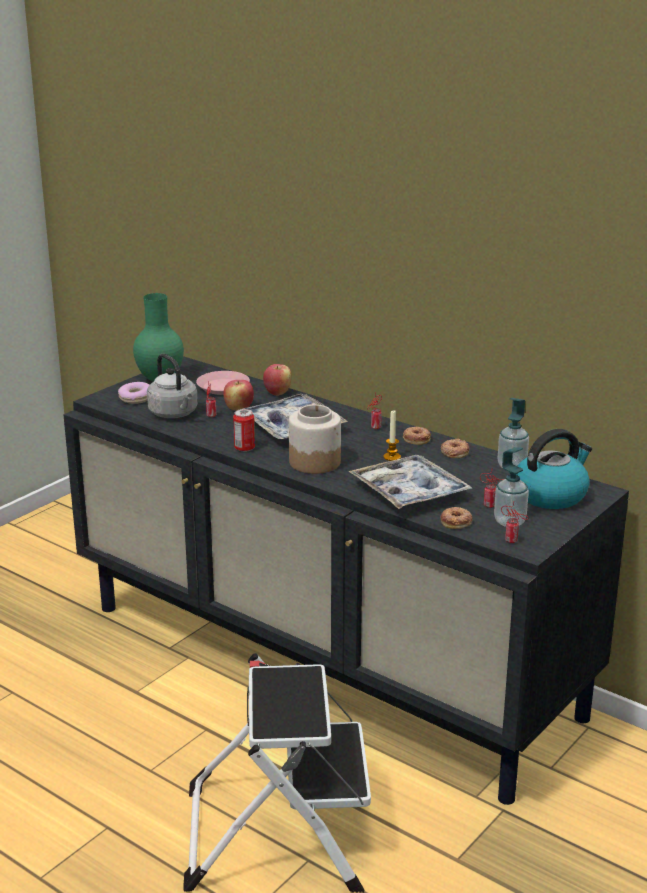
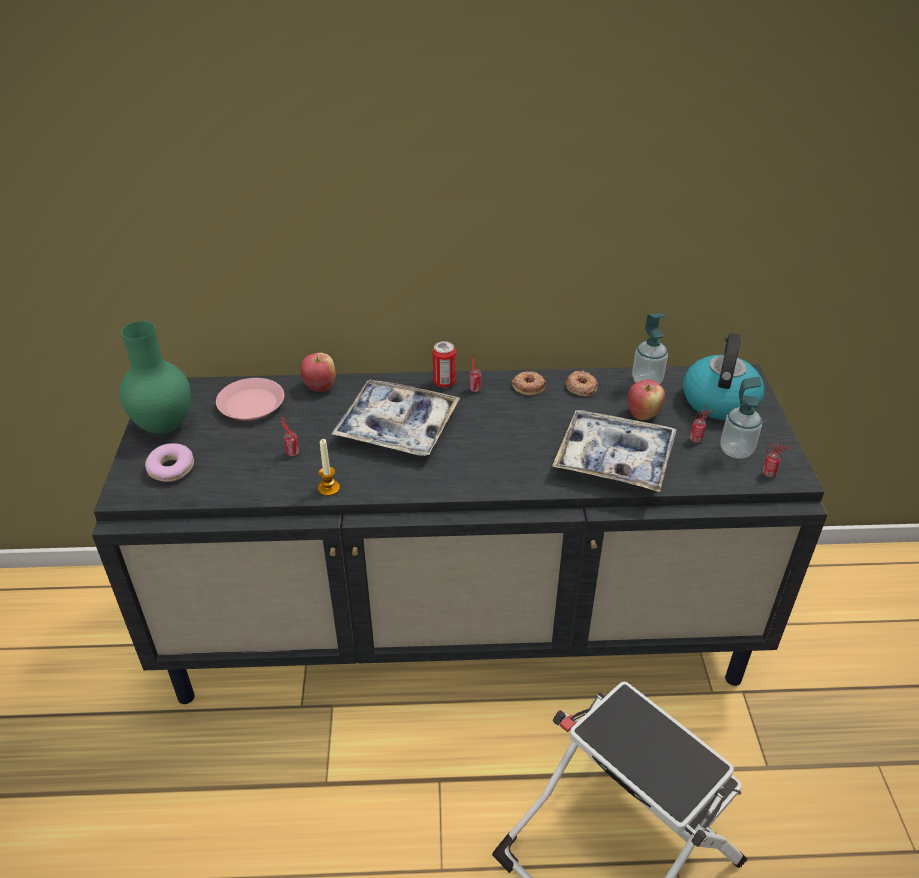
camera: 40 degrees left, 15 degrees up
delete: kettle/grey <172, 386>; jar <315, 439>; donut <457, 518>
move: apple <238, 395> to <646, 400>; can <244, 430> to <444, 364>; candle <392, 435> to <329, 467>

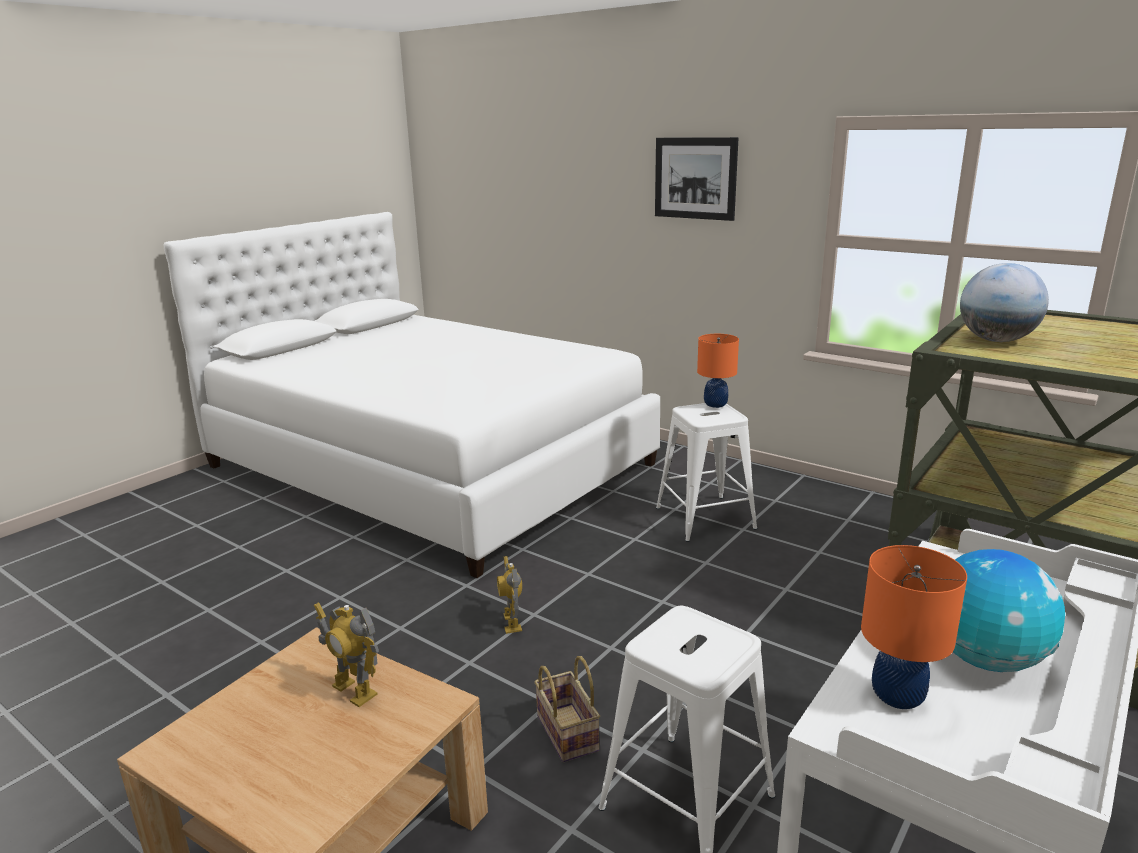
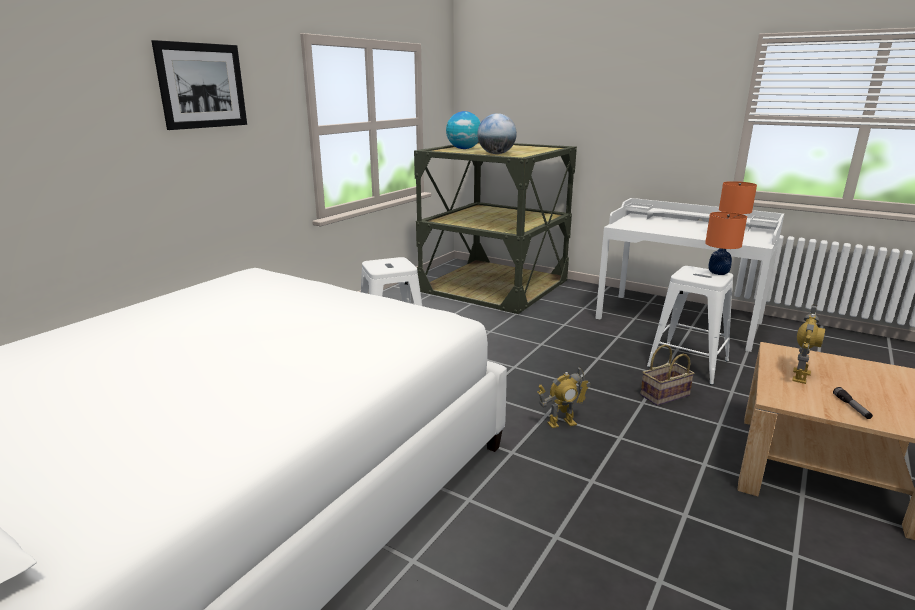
camera: 95 degrees left, 0 degrees up
insert: flashlight <853, 403>
move: table lamp/orange <718, 371> to <726, 243>; globe <1009, 610> to <463, 130>

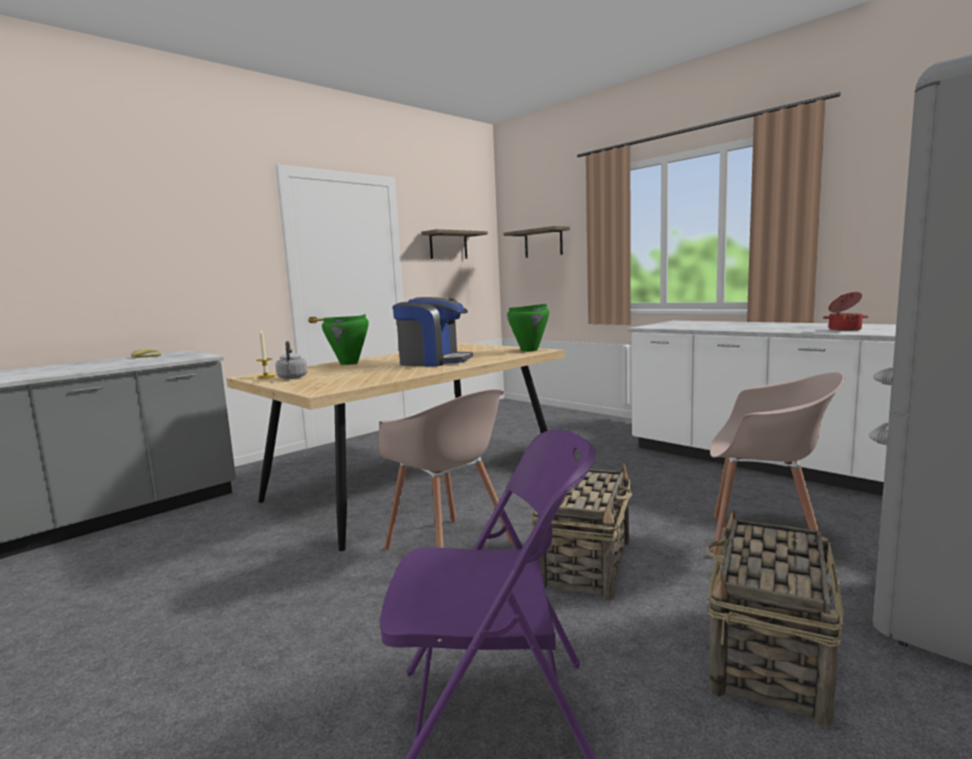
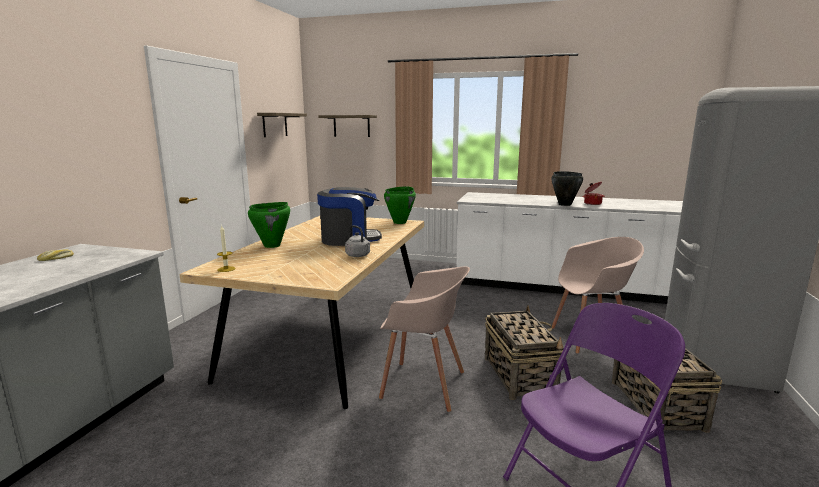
camera: 30 degrees left, 5 degrees up
insert: cooking pot/black <567, 188>
move: kettle/grey <291, 360> to <357, 241>

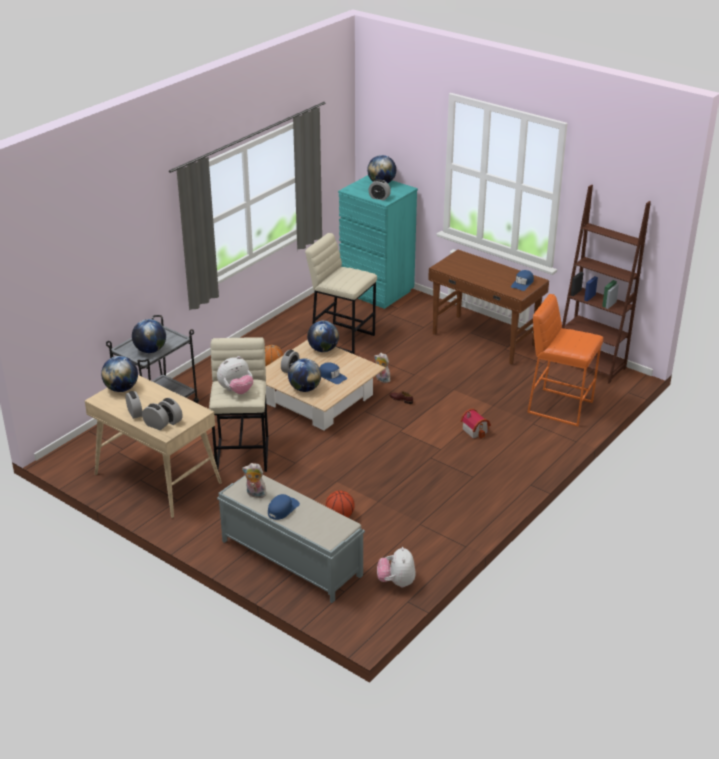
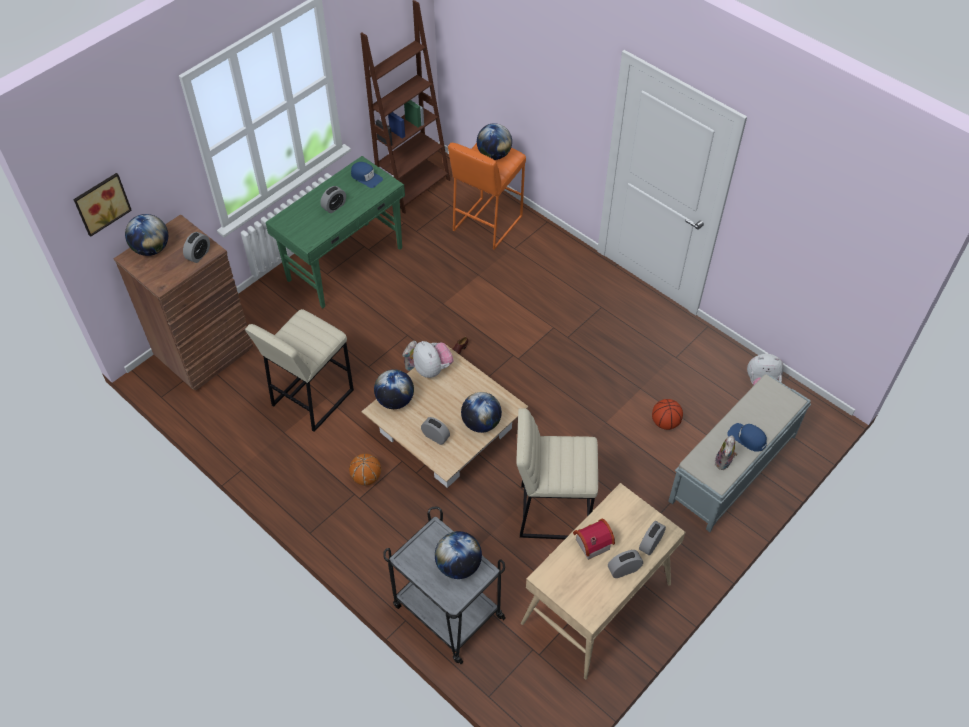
camera: 85 degrees left, 20 degrees up
delete: cap/blue <333, 373>
insert: picture <102, 205>
move: globe <119, 374> to <494, 141>; alarm clock <170, 411> to <333, 199>; plush toy <235, 375> to <433, 359>; toy house <476, 424> to <594, 539>
recolor: dresser/turquoise <378, 242> to dresser/brown <183, 302>; console table/brown <488, 307> to console table/green <335, 232>

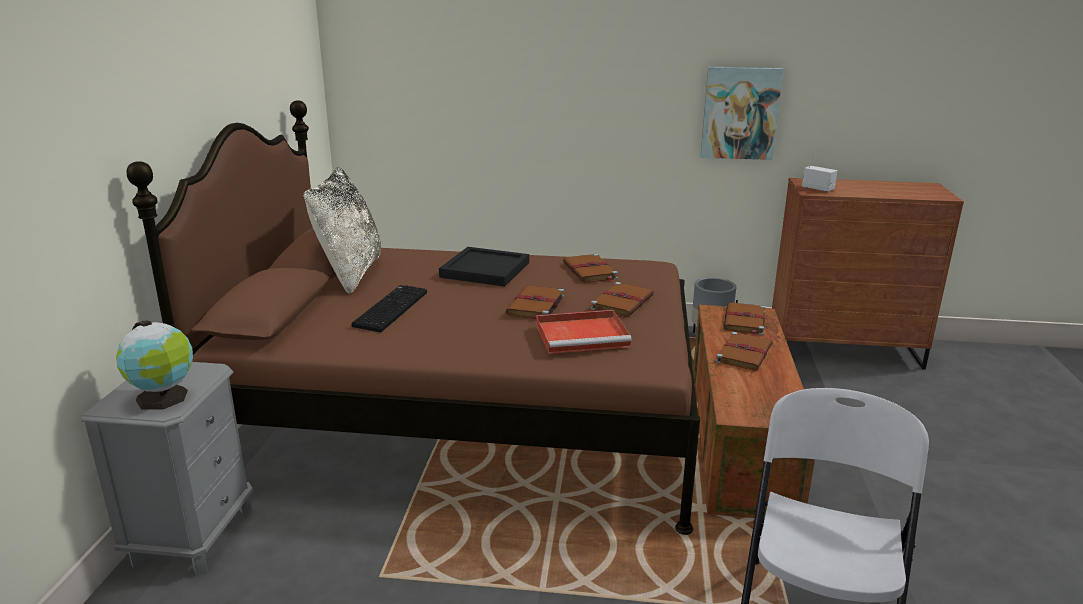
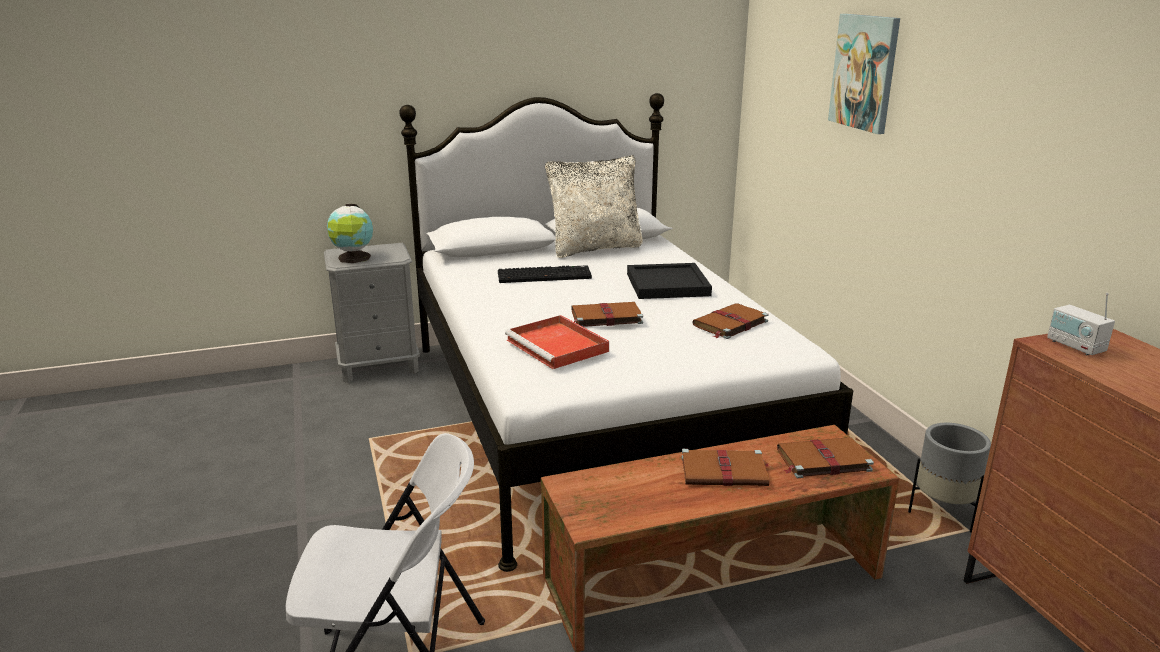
camera: 65 degrees right, 0 degrees up
delete: book/brown <622, 299>
move: picture <742, 113> to <864, 74>
recolor: bed/brown <413, 317> to bed/white <626, 332>
rotate: radio <819, 172> = <1081, 324> 135 degrees clockwise

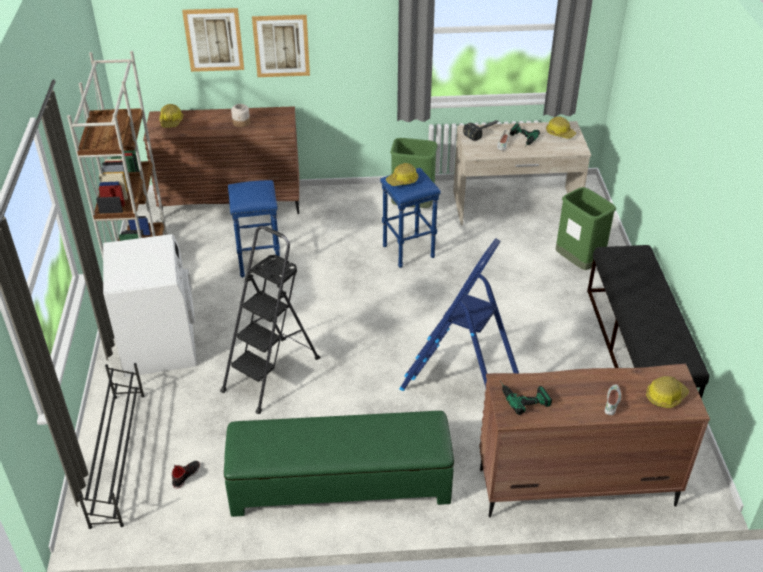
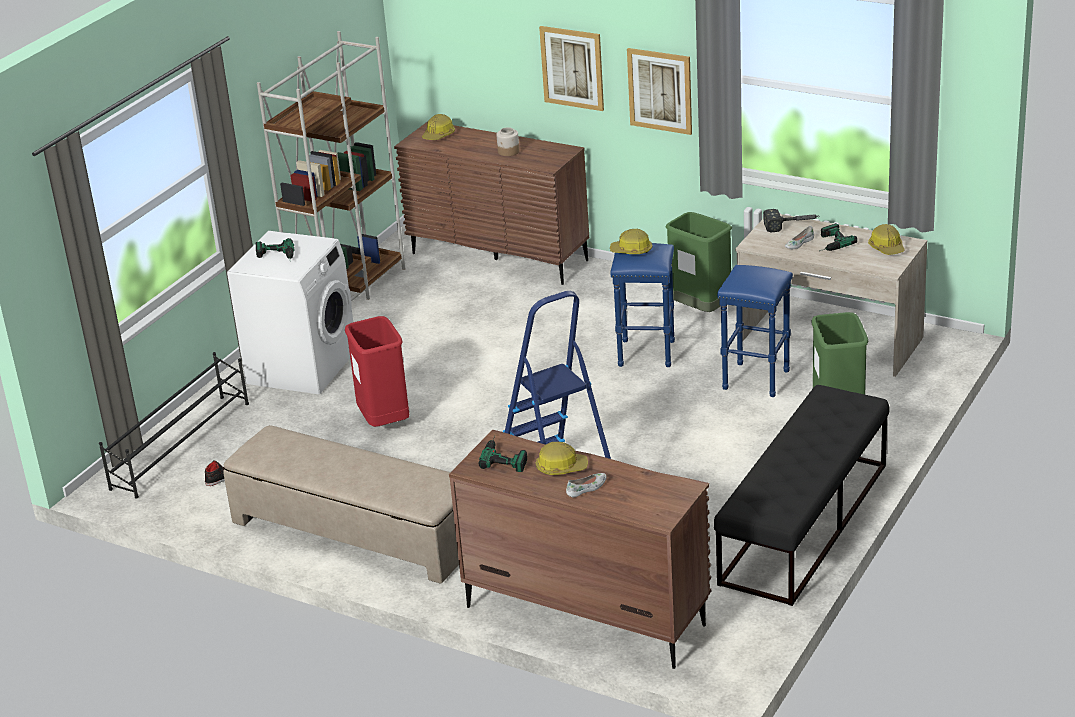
camera: 35 degrees right, 10 degrees down
insert: power drill <274, 248>
move: picture <213, 40> to <659, 91>; stool/blue <254, 228> to <755, 331>; hard hat <667, 392> to <562, 458>
replace: step ladder <270, 320> to trash can/red <377, 371>
recolor: bench/green <339, 464> to bench/beige <341, 504>

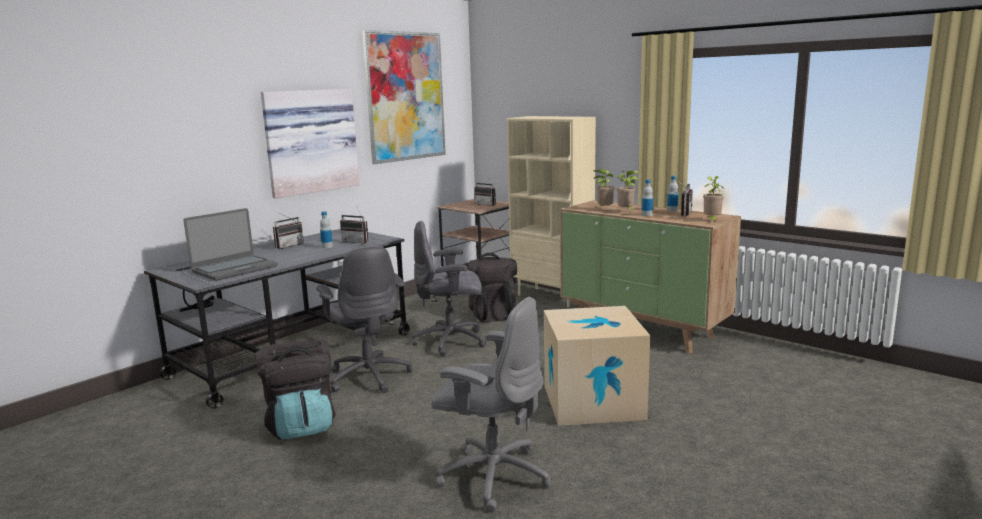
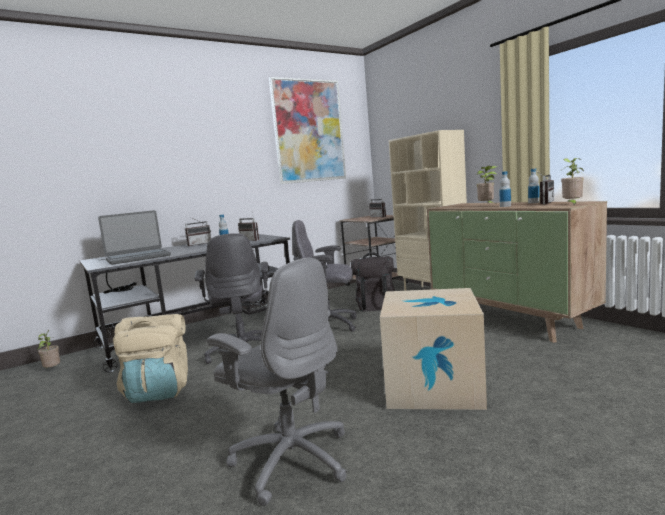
camera: 15 degrees right, 5 degrees down
delete: picture <310, 143>
move: potted plant <603, 188> to <48, 349>
recolor: backpack/black <295, 390> to backpack/beige <150, 358>

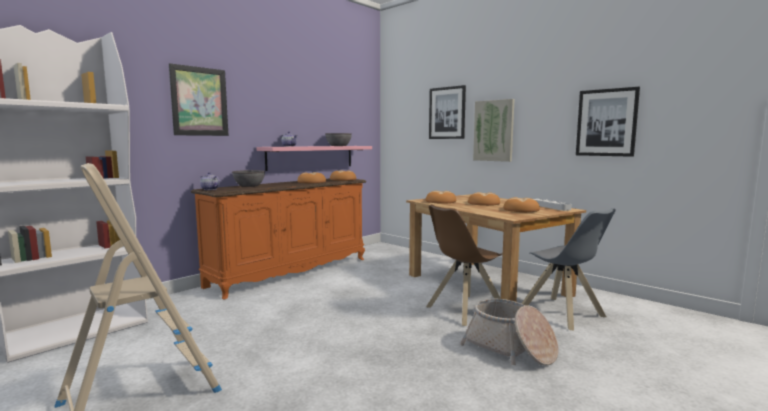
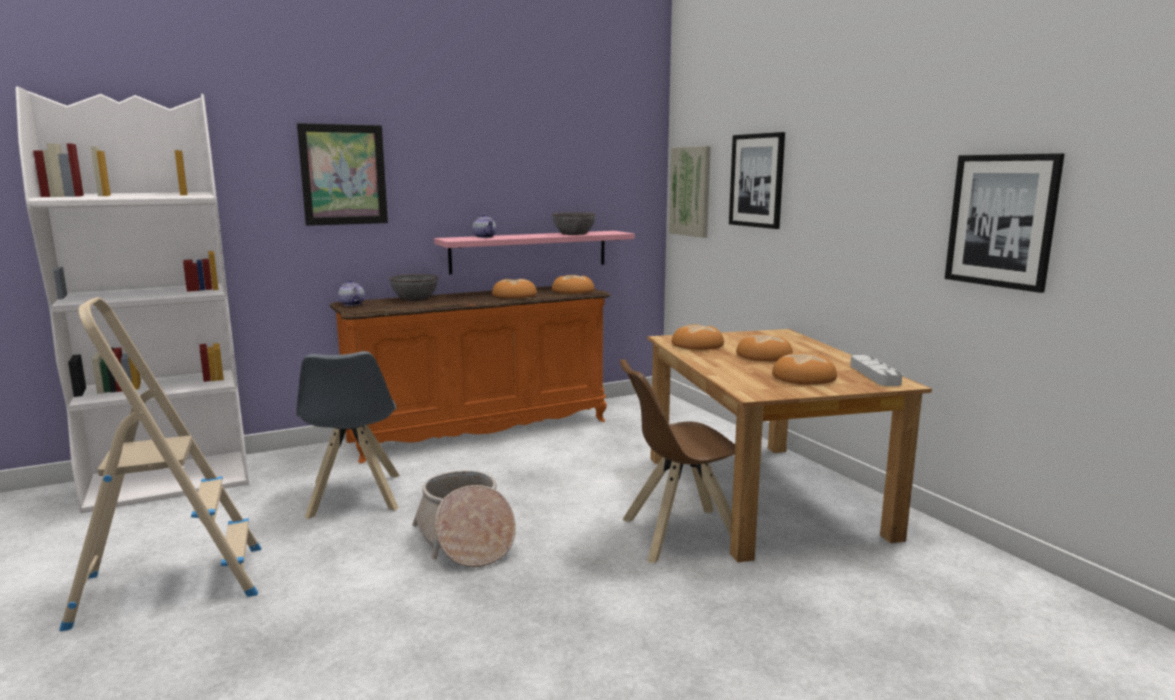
camera: 20 degrees right, 5 degrees up
move: basket <509, 332> to <464, 518>; picture <493, 130> to <690, 192>; chair/grey <568, 269> to <348, 435>

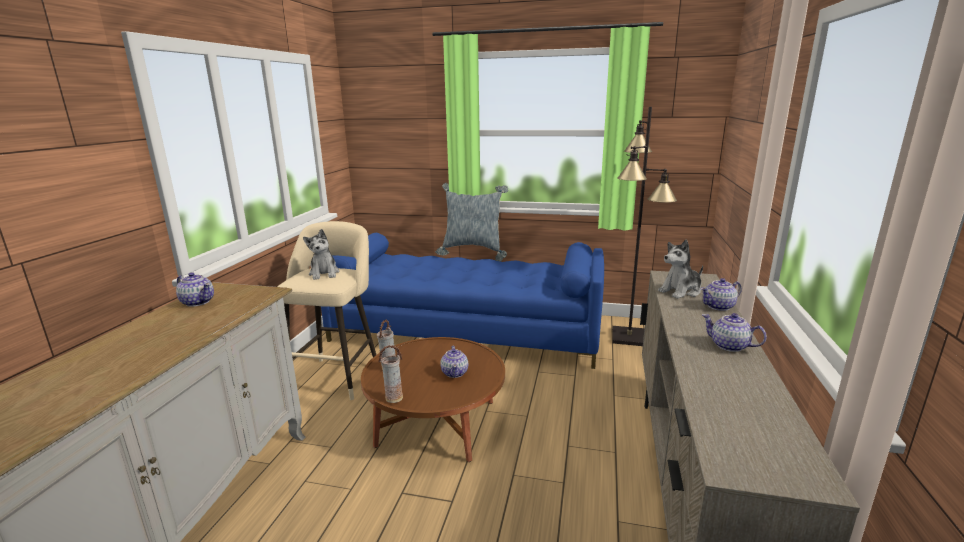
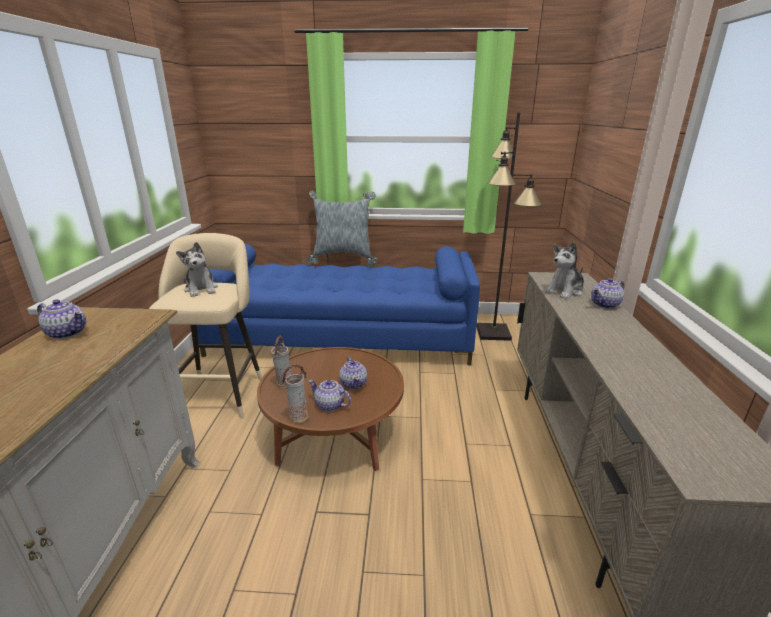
camera: 10 degrees left, 5 degrees up
move: teapot <734, 332> to <329, 396>

